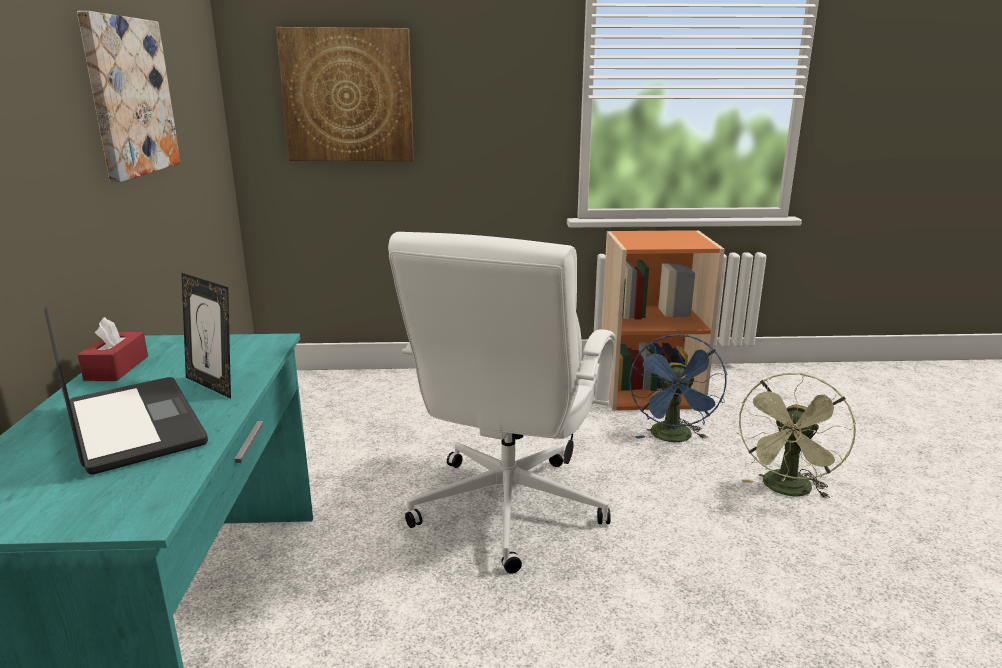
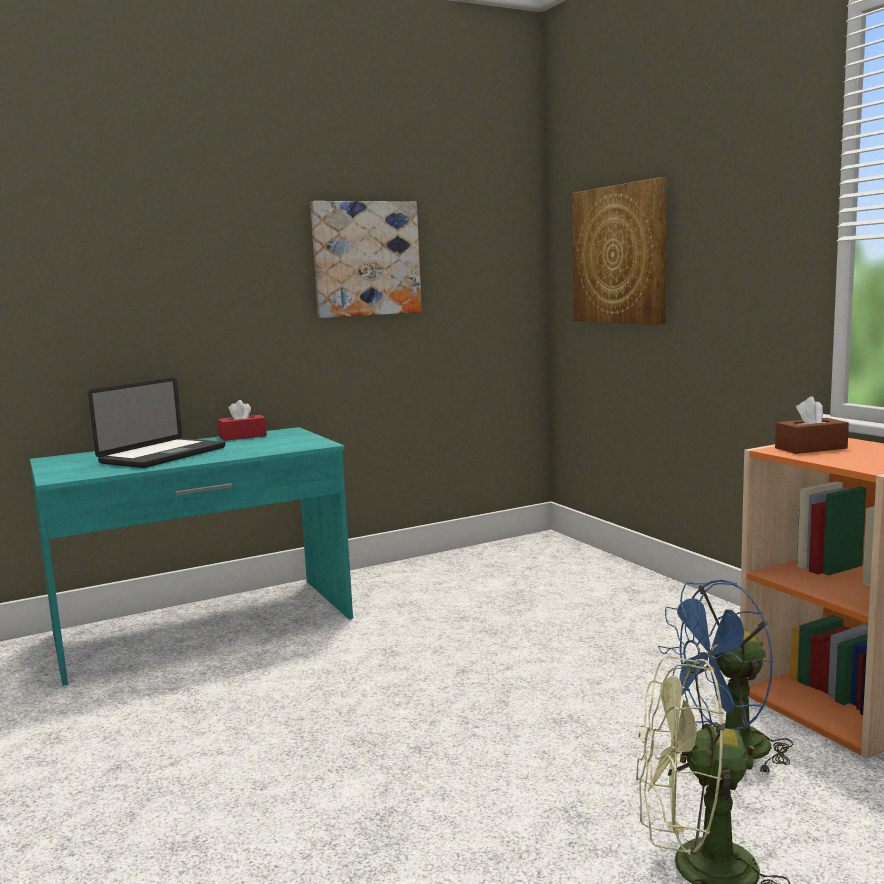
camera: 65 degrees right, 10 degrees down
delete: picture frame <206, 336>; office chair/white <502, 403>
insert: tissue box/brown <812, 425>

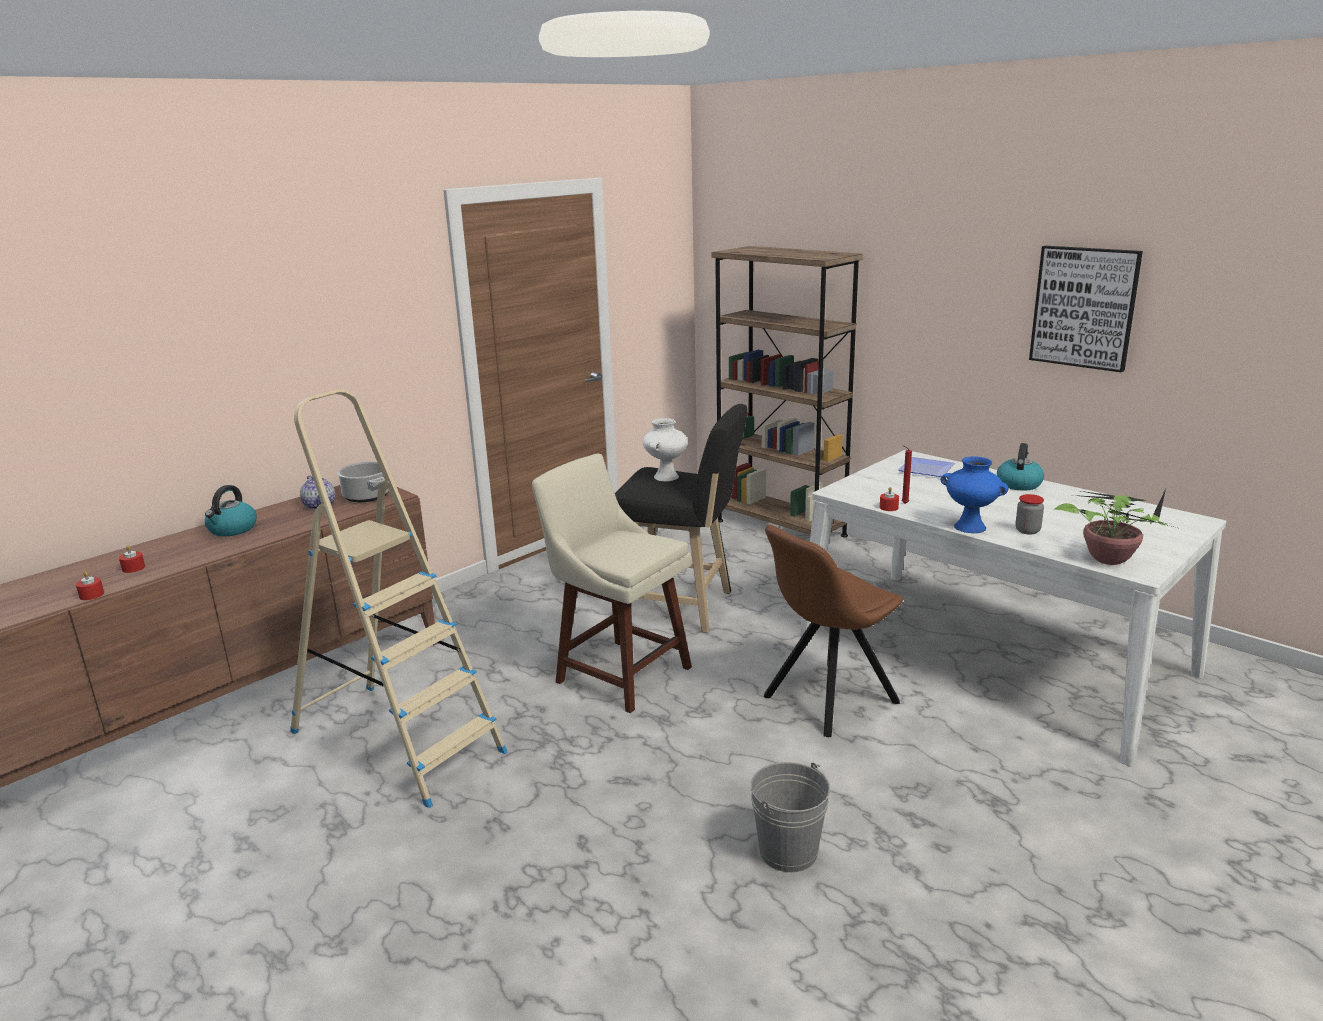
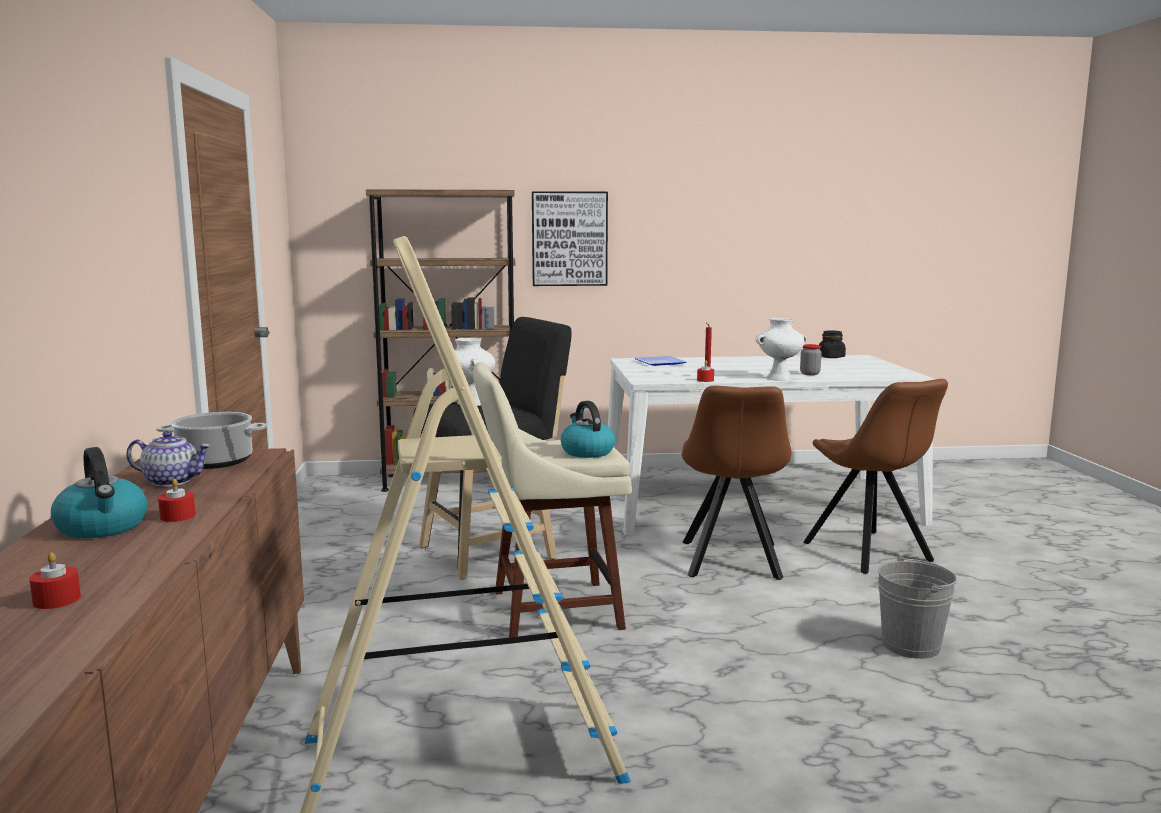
camera: 50 degrees left, 10 degrees down
delete: potted plant <1114, 527>
insert: chair/brown <875, 476>; jar/black <832, 344>
move: candle/red <90, 585> to <177, 500>; kettle <1020, 467> to <588, 429>; picture <1086, 309> to <570, 238>
recolor: vase/blue <974, 494> to vase/white <781, 349>

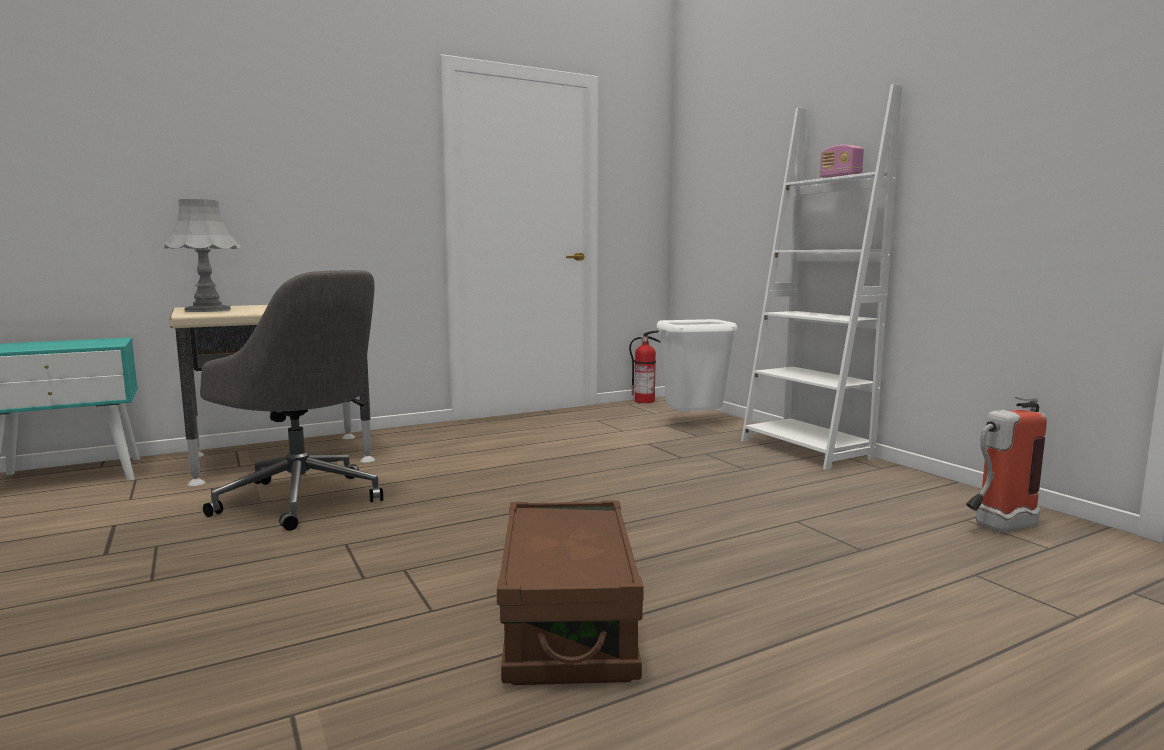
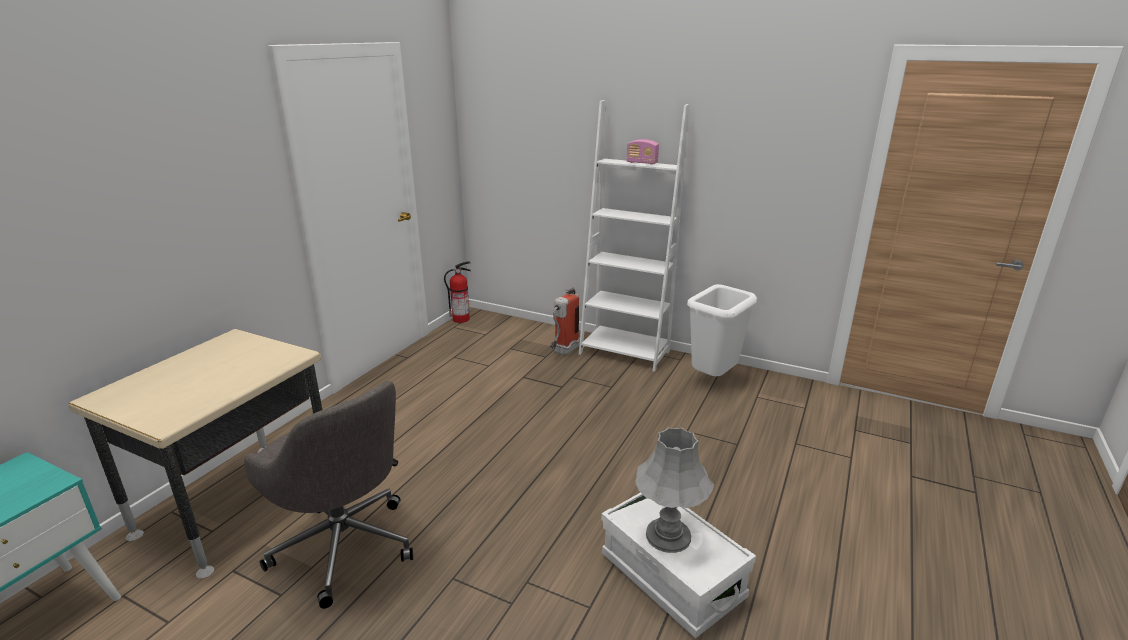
camera: 35 degrees left, 15 degrees up
move: table lamp/grey <201, 255> to <674, 490>; trash can/white <697, 365> to <722, 330>; fire extinguisher <1006, 464> to <565, 321>
recolor: storage box/brown <570, 592> to storage box/white <678, 565>
rotate: office chair/grey <291, 400> = <328, 495> 45 degrees clockwise

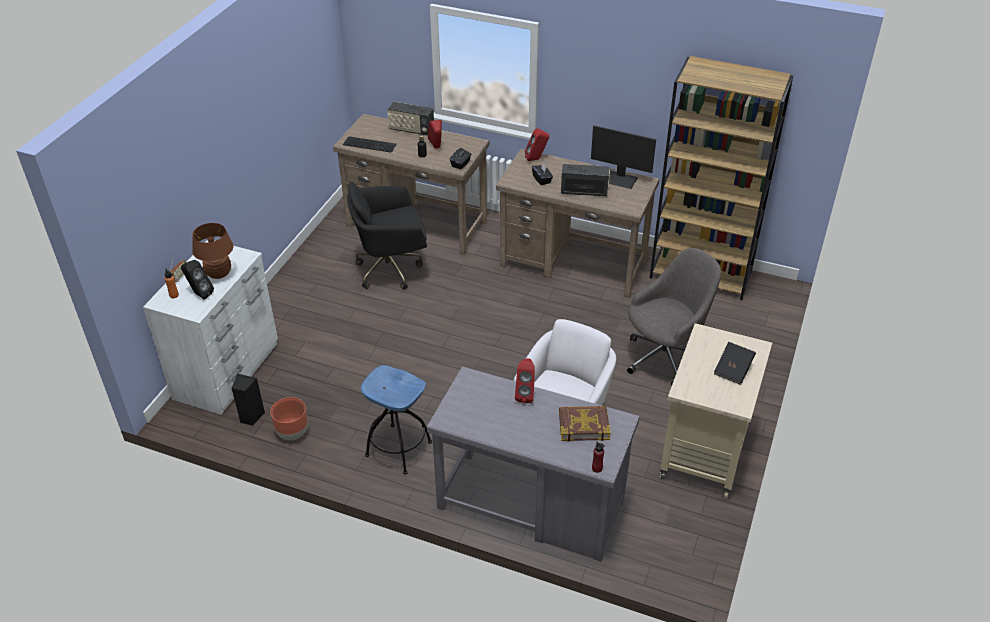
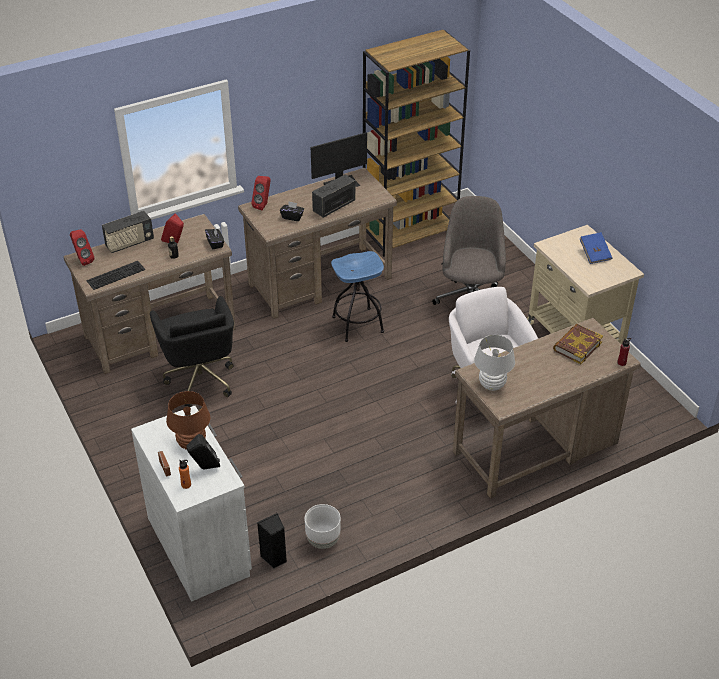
camera: 50 degrees left, 0 degrees up
insert: table lamp/white <494, 363>
move: stool/blue <396, 420> to <357, 296>; speaker/red <525, 380> to <82, 247>
recolor: planter/brown <289, 418> to planter/white <323, 526>; desk/grey <533, 464> to desk/brown <547, 408>; book/black <735, 363> to book/blue <596, 248>
rotate: office chair/black <387, 235> = <192, 351> 45 degrees counterclockwise

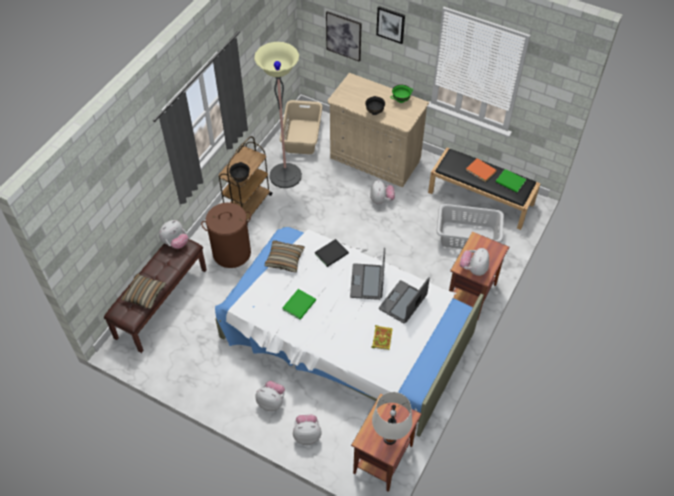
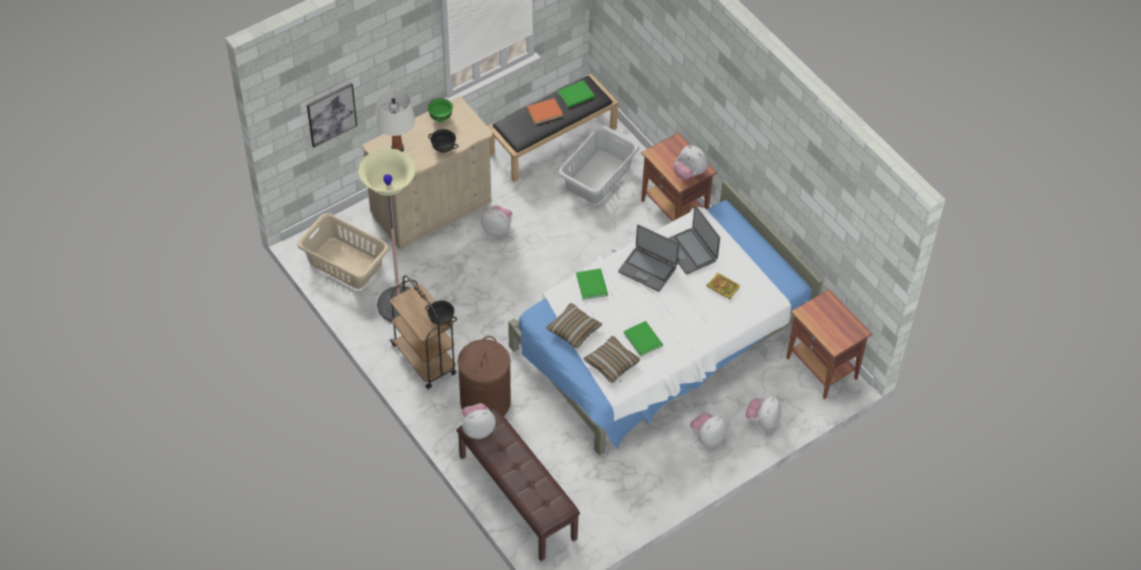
camera: 65 degrees left, 0 degrees up
delete: picture <390, 25>
move: pillow <143, 291> to <612, 359>; table lamp/white <392, 418> to <395, 120>
recolor: book/black <332, 253> to book/green <592, 284>
rotate: plush toy <173, 234> = <478, 421> 90 degrees counterclockwise

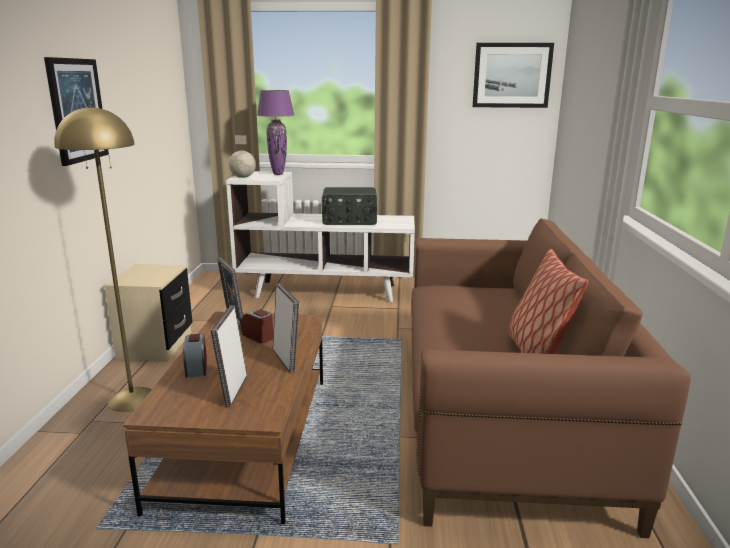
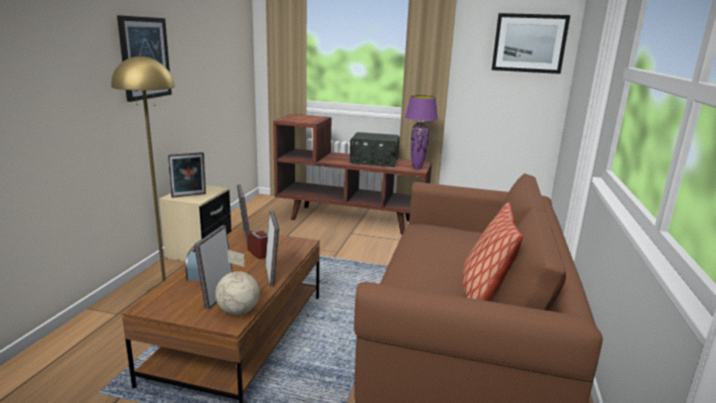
camera: 10 degrees right, 0 degrees up
insert: picture frame <187, 175>
move: globe <242, 156> to <237, 282>; table lamp/purple <275, 132> to <421, 132>
recolor: tv stand/white <320, 236> to tv stand/brown <352, 174>

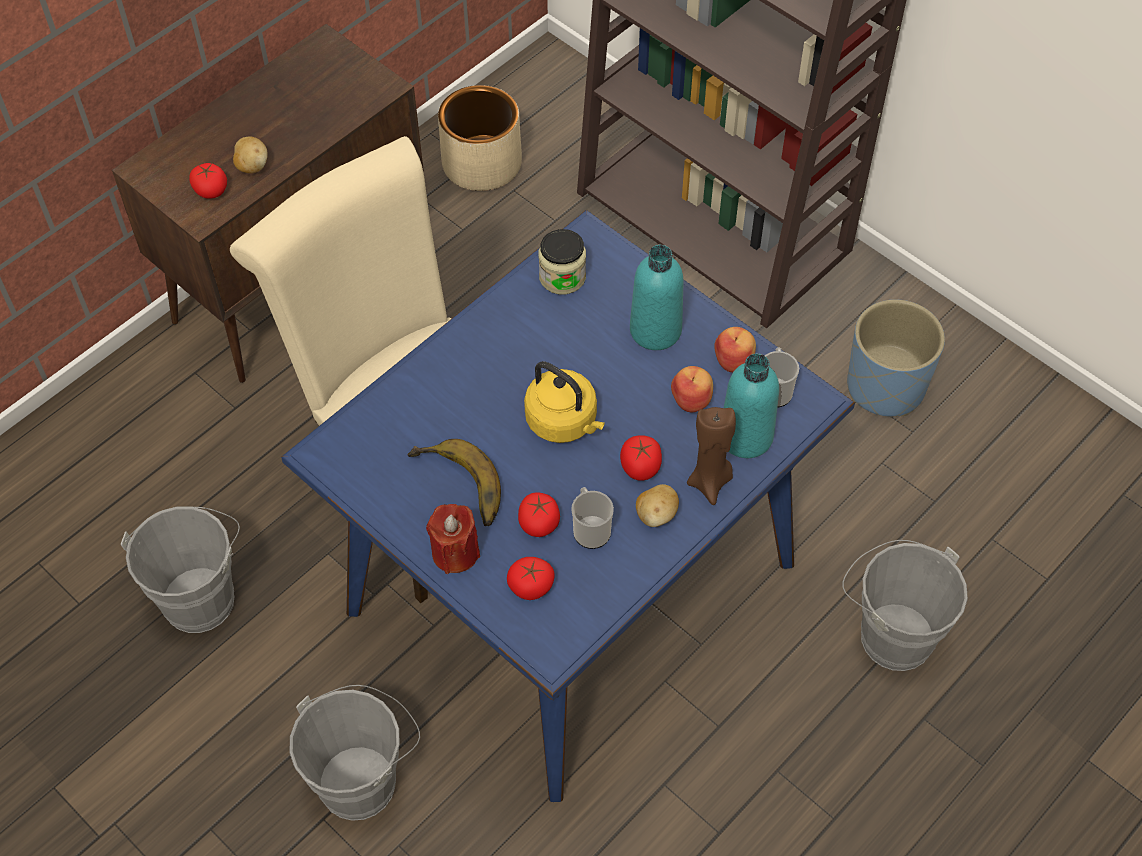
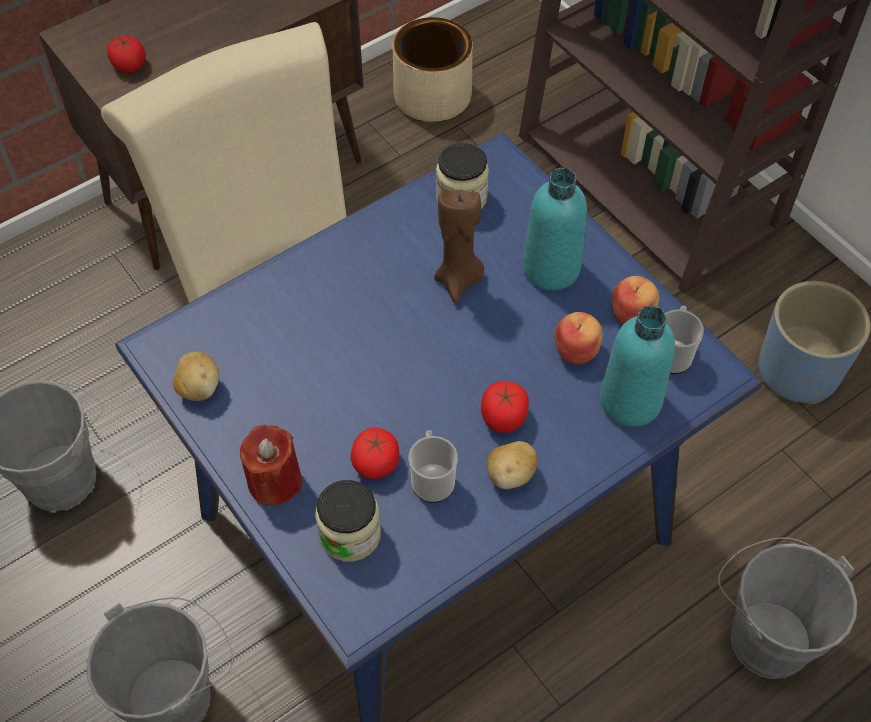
camera: 10 degrees right, 0 degrees up
delete: banana <454, 482>; kettle/yellow <564, 402>
move: potato <250, 155> to <196, 376>; candle/brown <711, 456> to <459, 246>
replace: tomato <531, 578> to jar <348, 521>

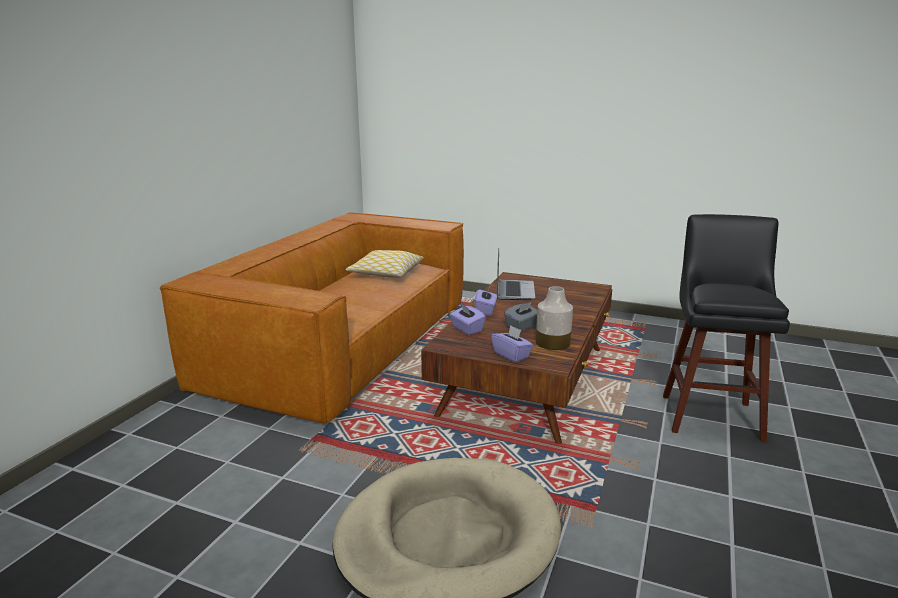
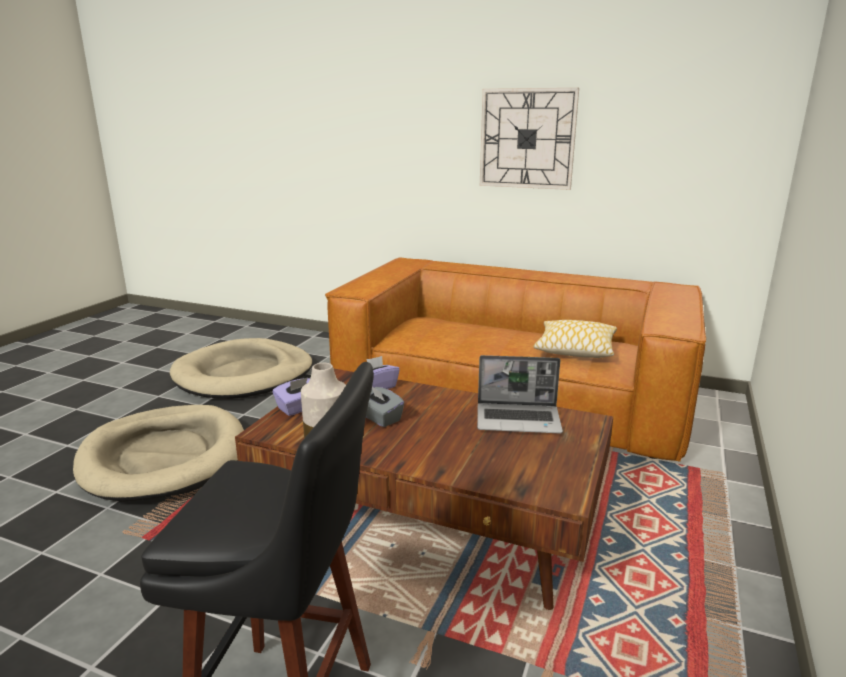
camera: 90 degrees right, 0 degrees up
delete: tissue box/purple <485, 302>
insert: dog bed/beige <241, 368>; wall clock <529, 139>

